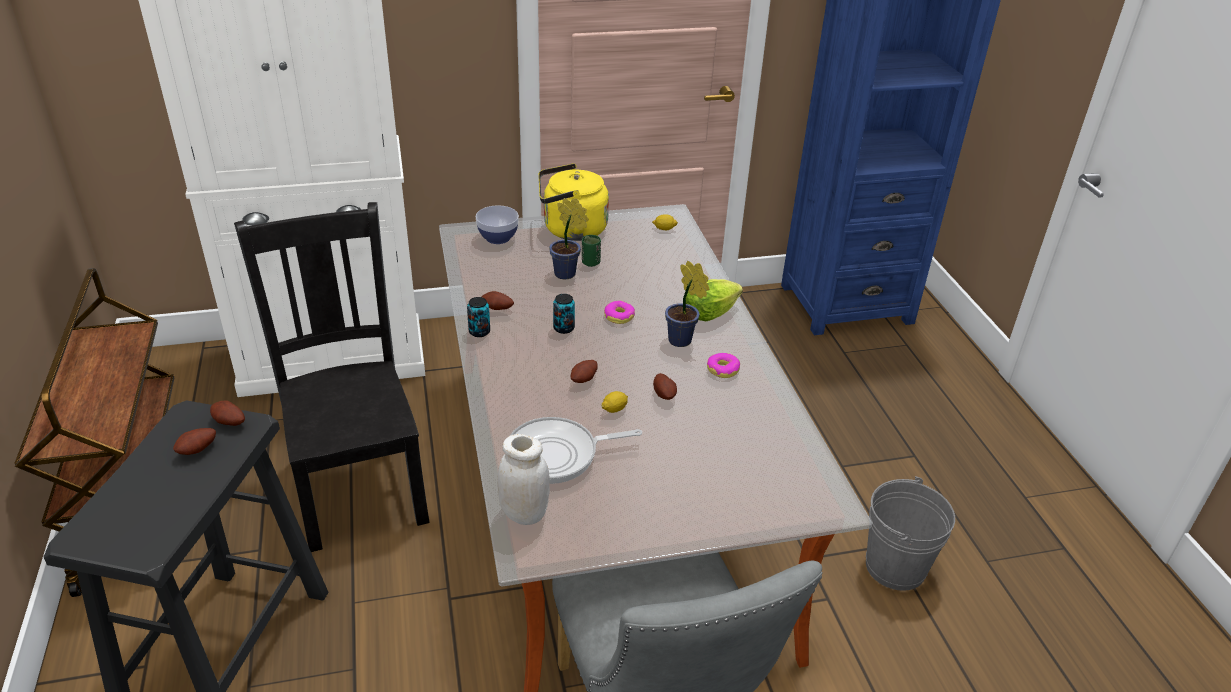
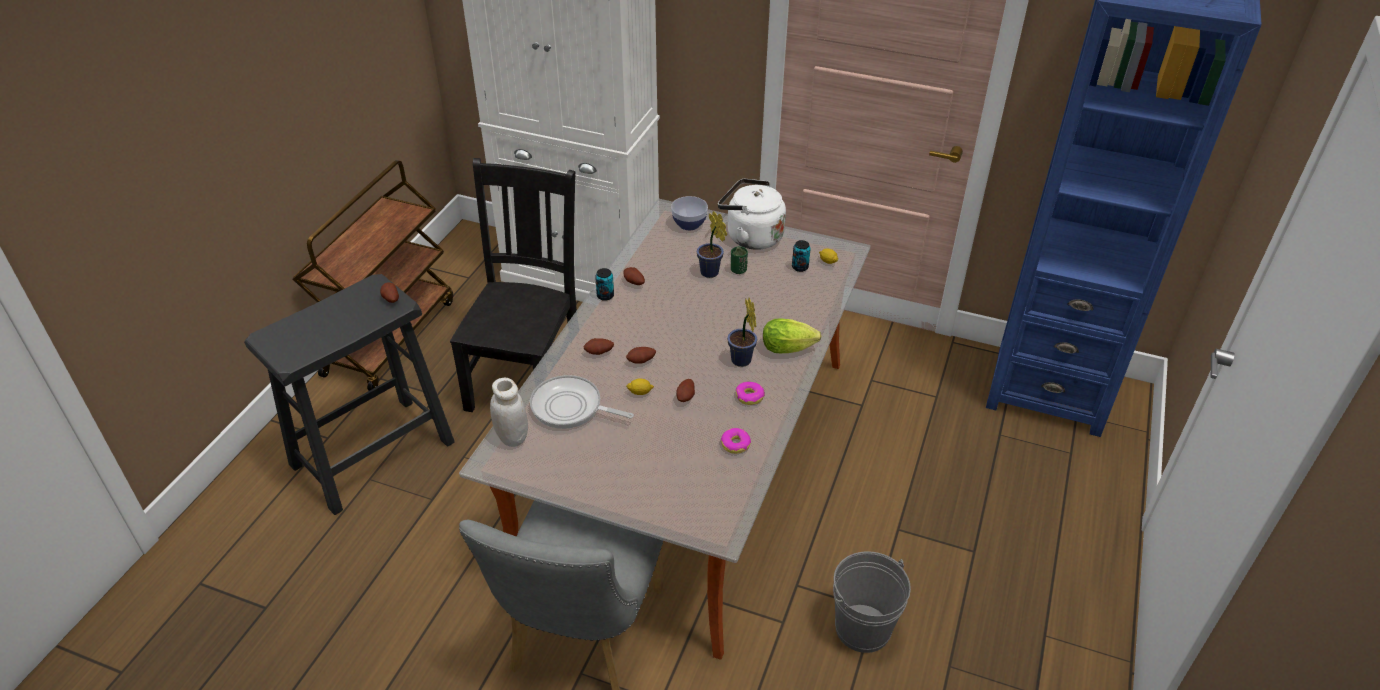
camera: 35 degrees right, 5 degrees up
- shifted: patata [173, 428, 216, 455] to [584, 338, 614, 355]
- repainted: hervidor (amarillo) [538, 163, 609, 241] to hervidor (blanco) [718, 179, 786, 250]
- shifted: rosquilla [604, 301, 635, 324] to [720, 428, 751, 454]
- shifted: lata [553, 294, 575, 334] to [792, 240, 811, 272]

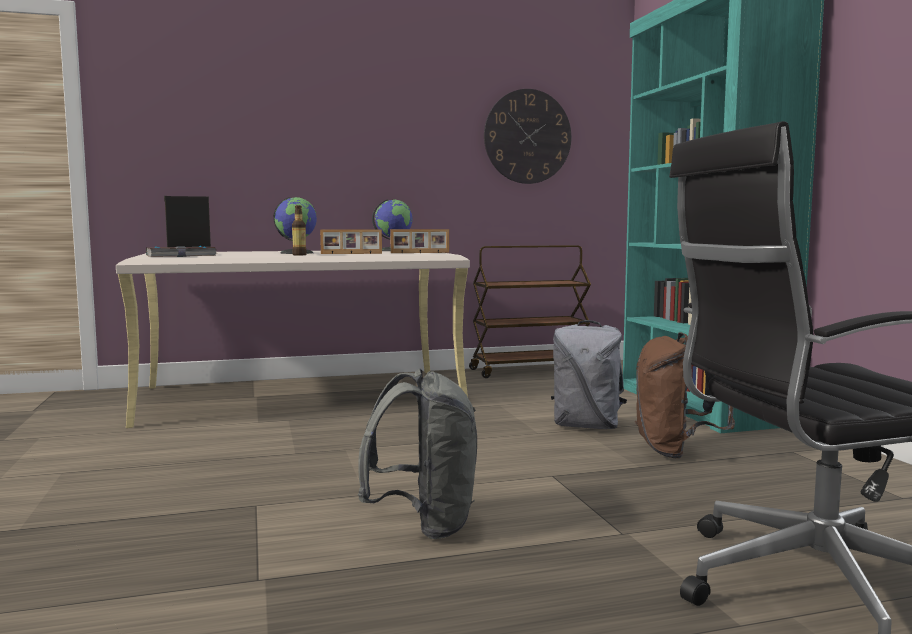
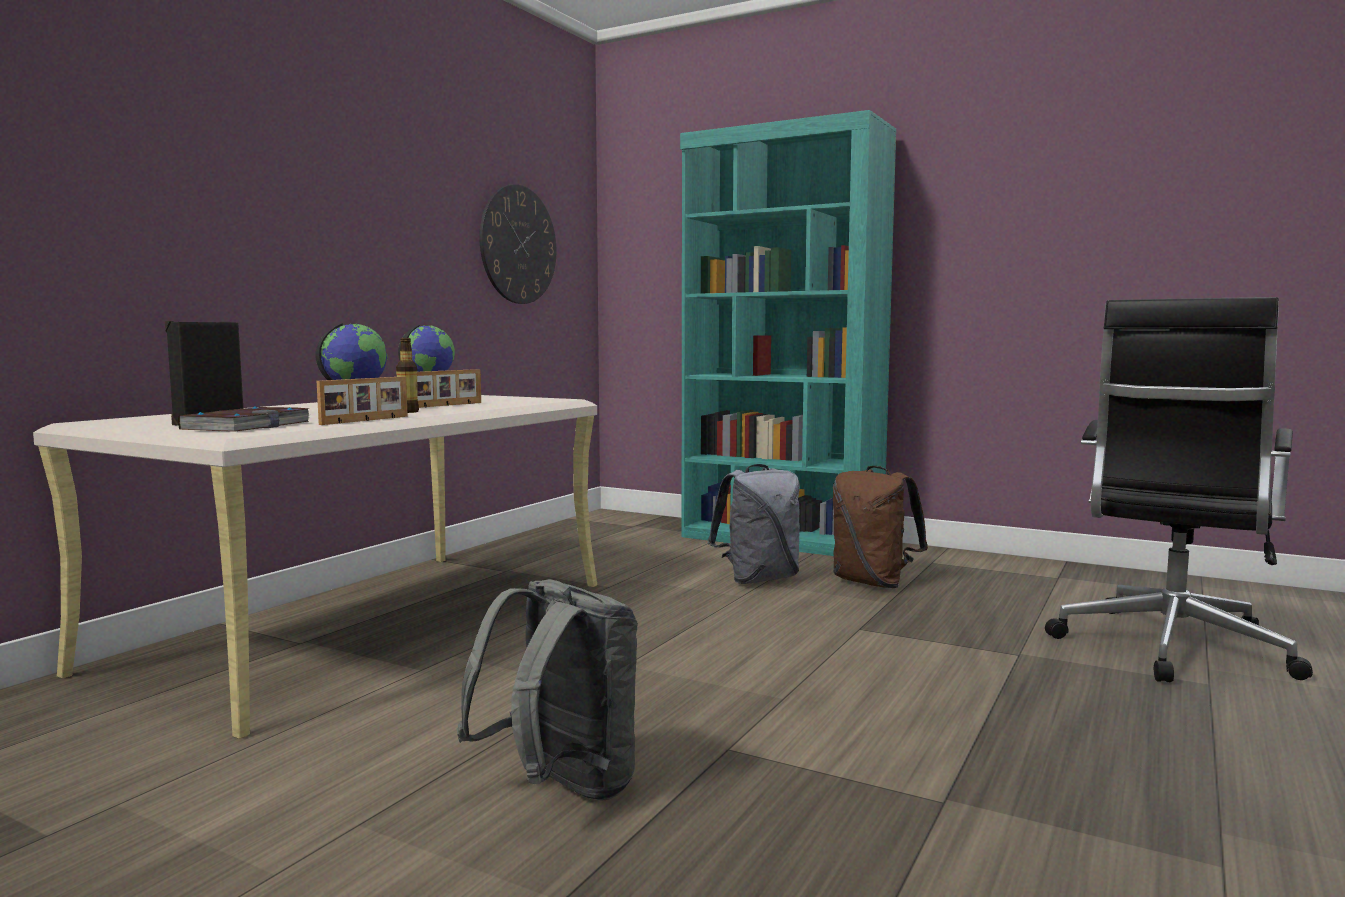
camera: 45 degrees left, 0 degrees up
- shifted: portarretratos [390, 229, 449, 253] to [317, 376, 408, 425]
- shifted: mochila (gris) [358, 368, 477, 539] to [457, 579, 638, 800]
- gone: carrito (marrón) [469, 245, 591, 378]

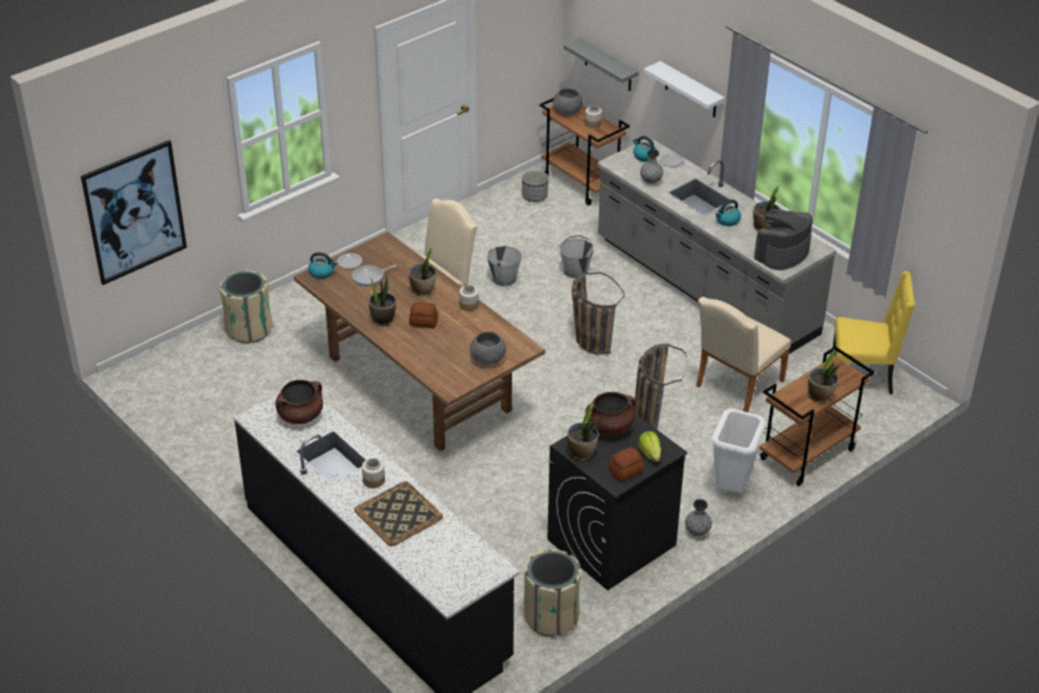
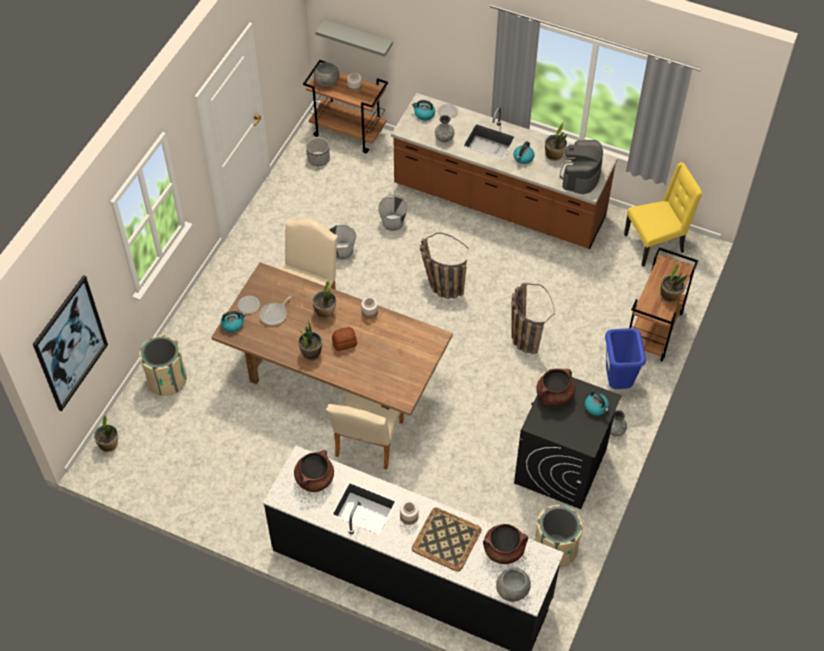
camera: 25 degrees left, 15 degrees up
- shifted: planta en maceta [567, 403, 599, 460] to [94, 413, 118, 452]
- shifted: silla (beis) [696, 297, 791, 412] to [327, 392, 404, 470]
- repainted: mueble bajo de cocina (gris) [597, 137, 837, 358] to mueble bajo de cocina (marrón) [391, 93, 618, 249]
- new: olla (marrón) [483, 524, 528, 564]
- shifted: cuenco (gris) [470, 332, 506, 365] to [496, 568, 531, 602]
- swapped: lechuga [638, 431, 661, 462] to hervidor [585, 391, 609, 416]
- repainted: papelera (blanco) [711, 409, 766, 492] to papelera (azul) [605, 328, 646, 389]
- gone: pan [609, 448, 644, 481]
- gone: estante (blanco) [644, 61, 725, 117]

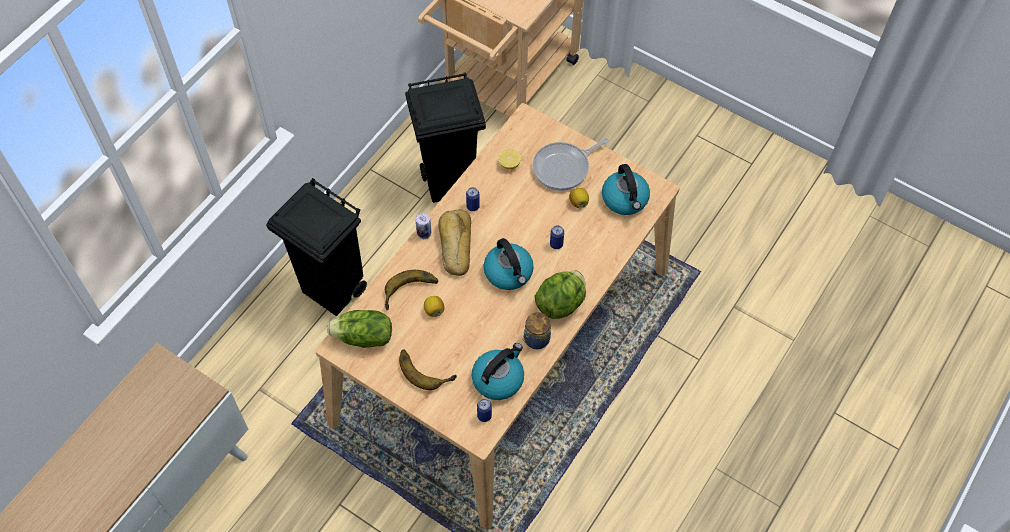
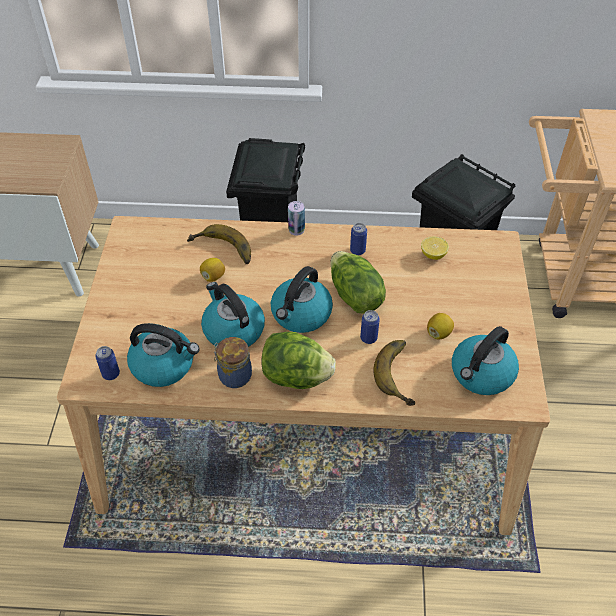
camera: 60 degrees right, 10 degrees down
- new: hervidor [201, 282, 265, 347]
- shifted: lechuga [327, 310, 392, 348] to [330, 251, 386, 314]
- shifted: plátano [399, 350, 457, 390] to [373, 340, 415, 406]
- gone: pan [439, 210, 471, 276]
- gone: sartén [532, 138, 609, 191]

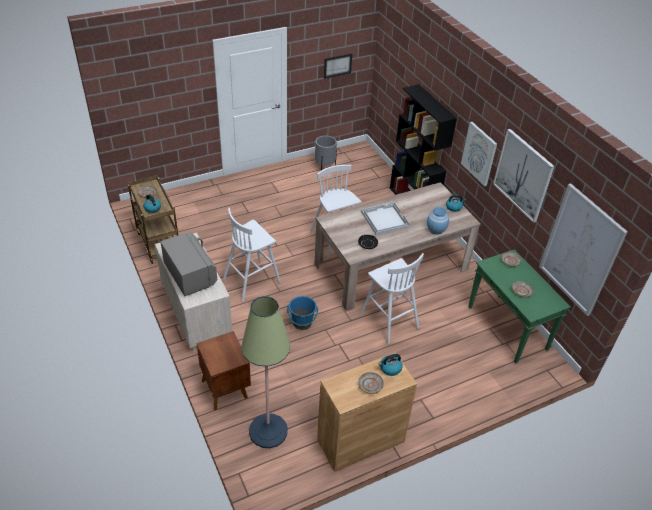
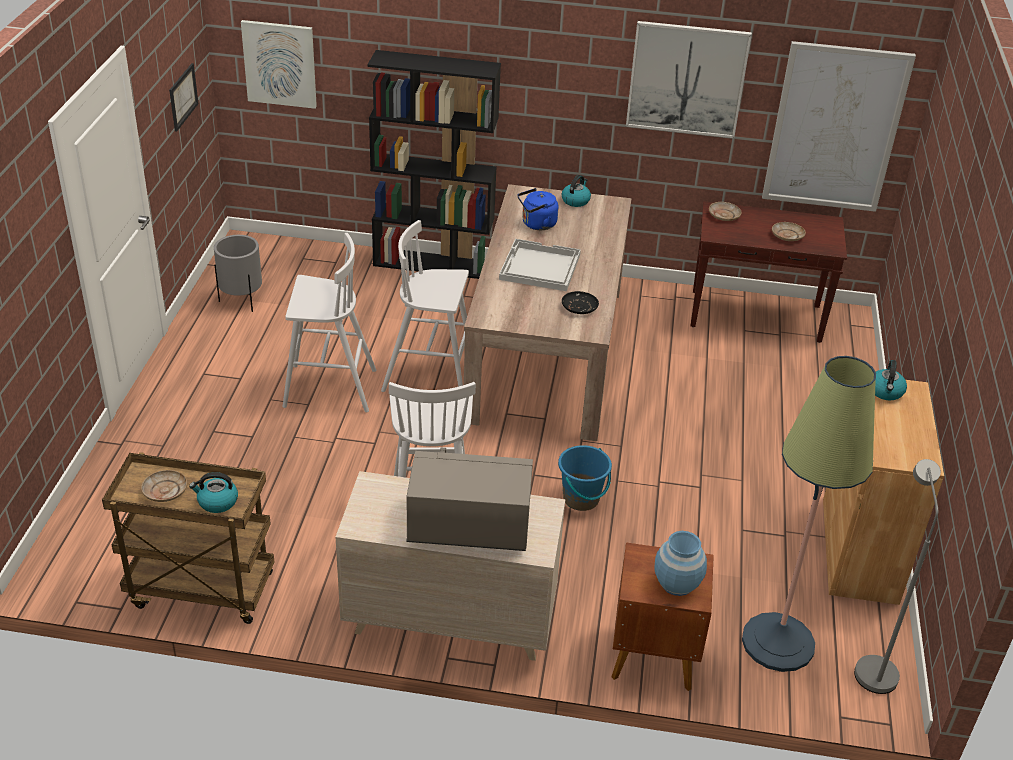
camera: 55 degrees left, 5 degrees down
- shifted: cuadro [461, 122, 497, 186] to [241, 20, 317, 109]
- shifted: taburete (blanco) [361, 253, 424, 344] to [283, 233, 376, 412]
- new: hervidor (azul) [518, 188, 559, 230]
- shifted: florero (azul) [427, 206, 449, 235] to [655, 531, 707, 596]
- repainted: mesa consola (verde) [468, 249, 571, 363] to mesa consola (marrón) [691, 201, 847, 343]
- new: lámpara de pie (gris) [854, 459, 941, 694]
- gone: plato (beis) [358, 372, 384, 394]

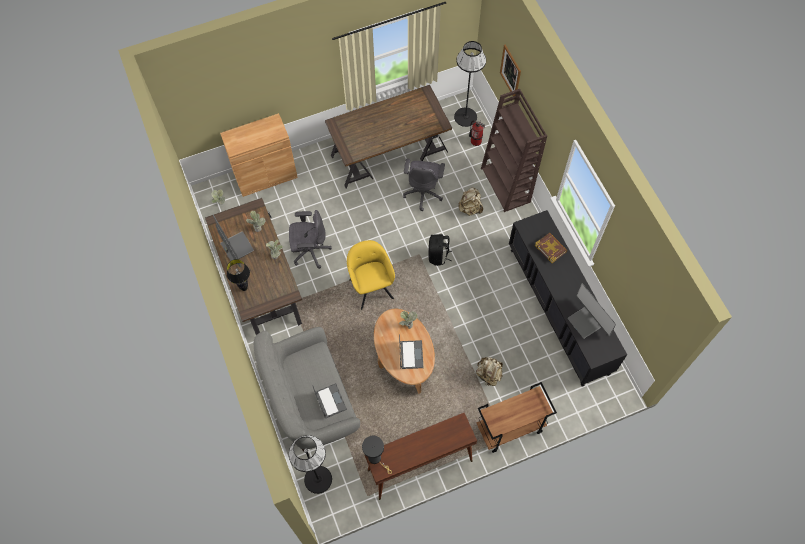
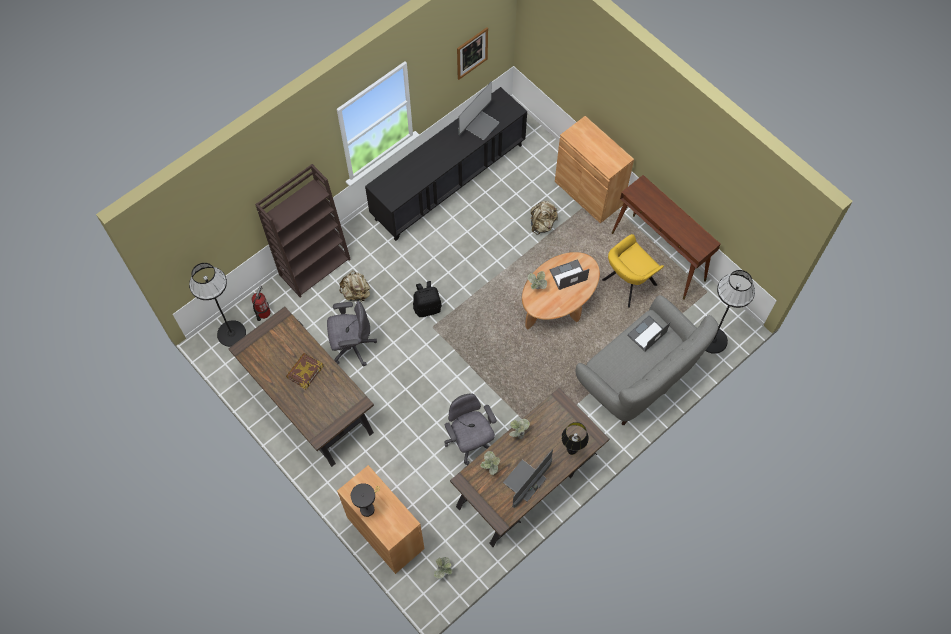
camera: 110 degrees left, 0 degrees up
- shifted: libro [535, 233, 567, 263] to [286, 353, 323, 389]
- shifted: lámpara de mesa (negro) [362, 436, 392, 474] to [351, 483, 380, 517]
- shifted: cuadro [500, 45, 521, 96] to [457, 27, 488, 80]
- swapped: carrito (marrón) [477, 382, 557, 453] to armario (marrón) [555, 116, 634, 223]
- shifted: sillón (amarillo) [347, 240, 395, 310] to [602, 234, 664, 308]

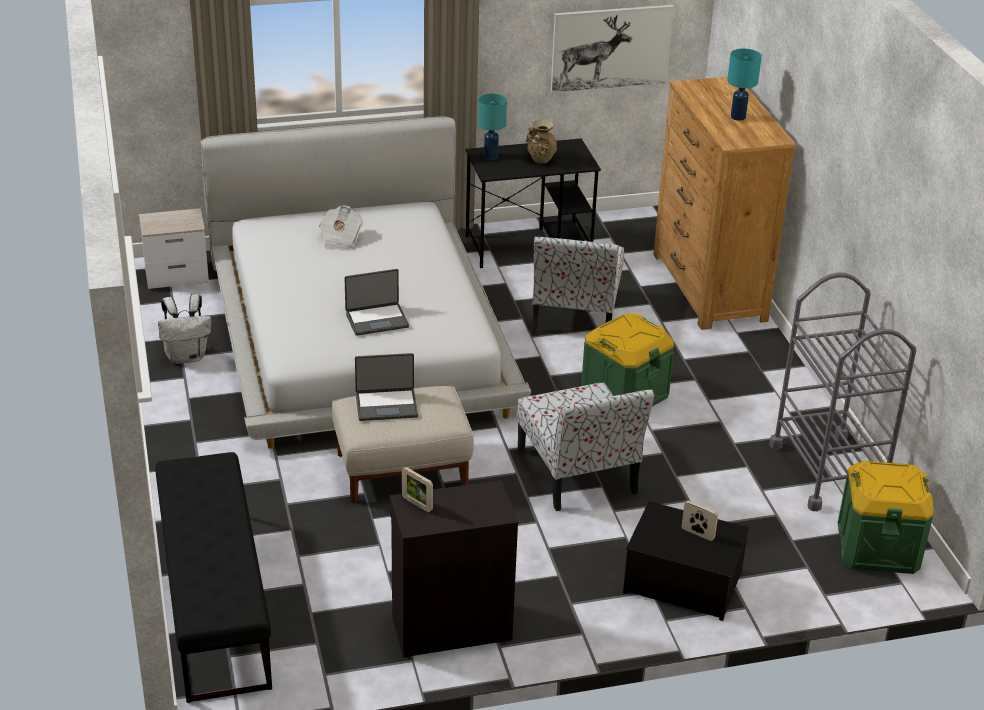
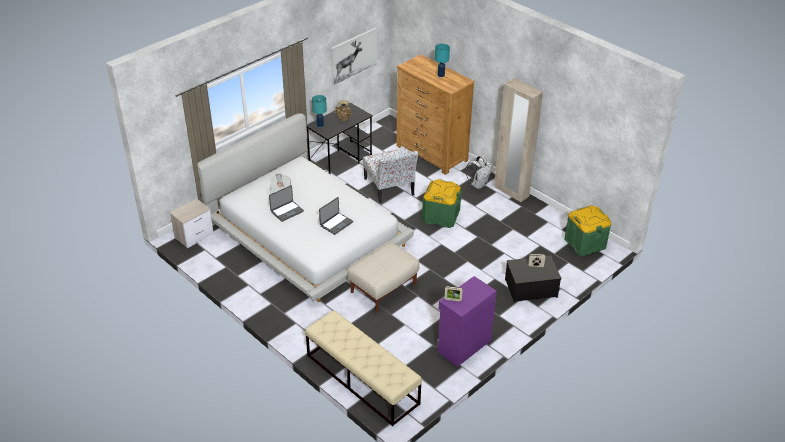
camera: 30 degrees left, 5 degrees up
- shifted: portátil [355, 353, 418, 421] to [269, 185, 304, 222]
- repainted: banco (negro) [155, 452, 272, 703] to banco (beis) [305, 310, 422, 426]
- repainted: armario (negro) [390, 480, 518, 657] to armario (morado) [437, 276, 497, 367]
- shifted: mochila (blanco) [158, 294, 212, 364] to [466, 156, 493, 189]
- new: armario ropero (beis) [494, 78, 543, 202]
- gone: silla [517, 383, 654, 511]
- gone: carrito (gris) [769, 272, 916, 511]

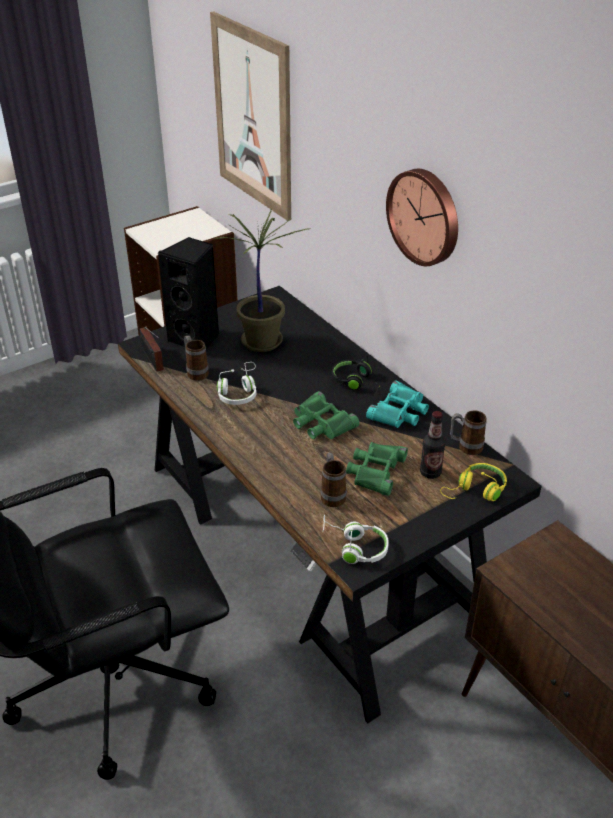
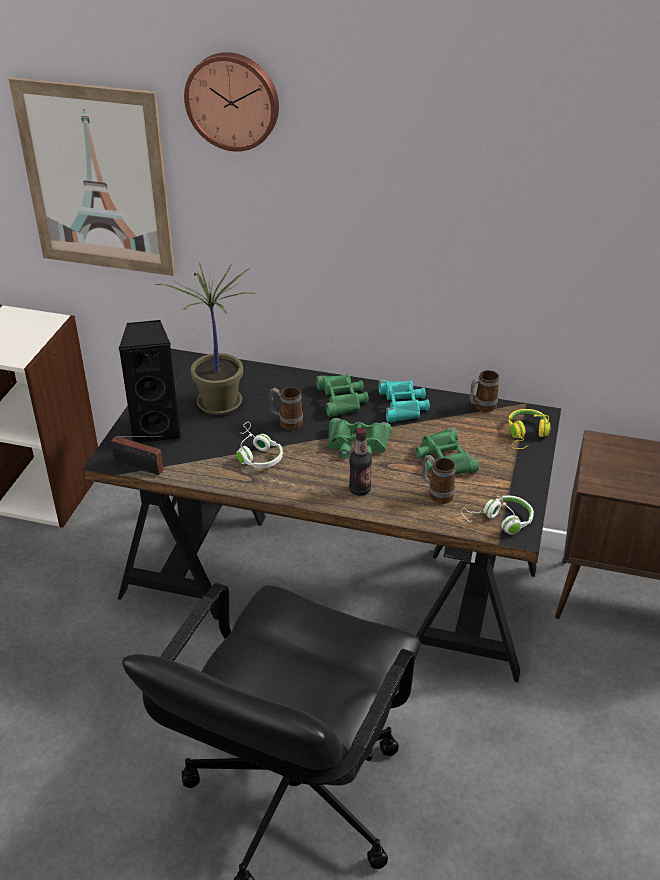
camera: 40 degrees left, 0 degrees up
- shifted: reloj de pared [386, 169, 458, 266] to [184, 52, 279, 152]
- shifted: taza grande [184, 336, 209, 381] to [269, 387, 303, 430]
- swapped: auriculares (negro) [332, 356, 379, 396] to prismáticos (verde) [316, 374, 369, 417]
- shifted: botella [420, 411, 446, 479] to [349, 428, 372, 496]

